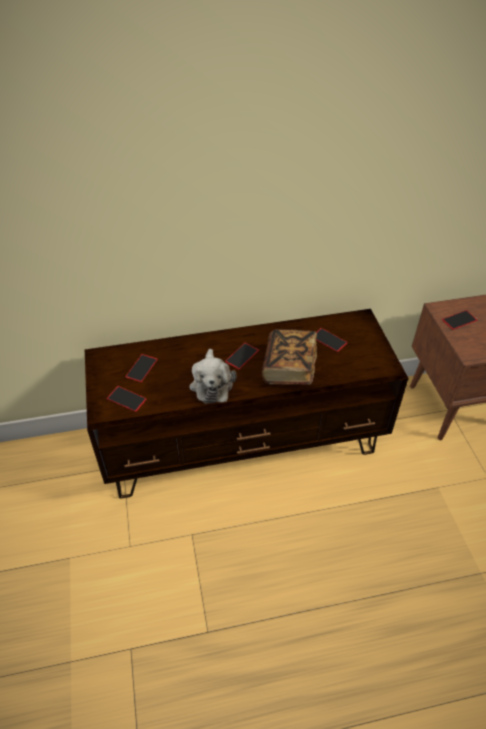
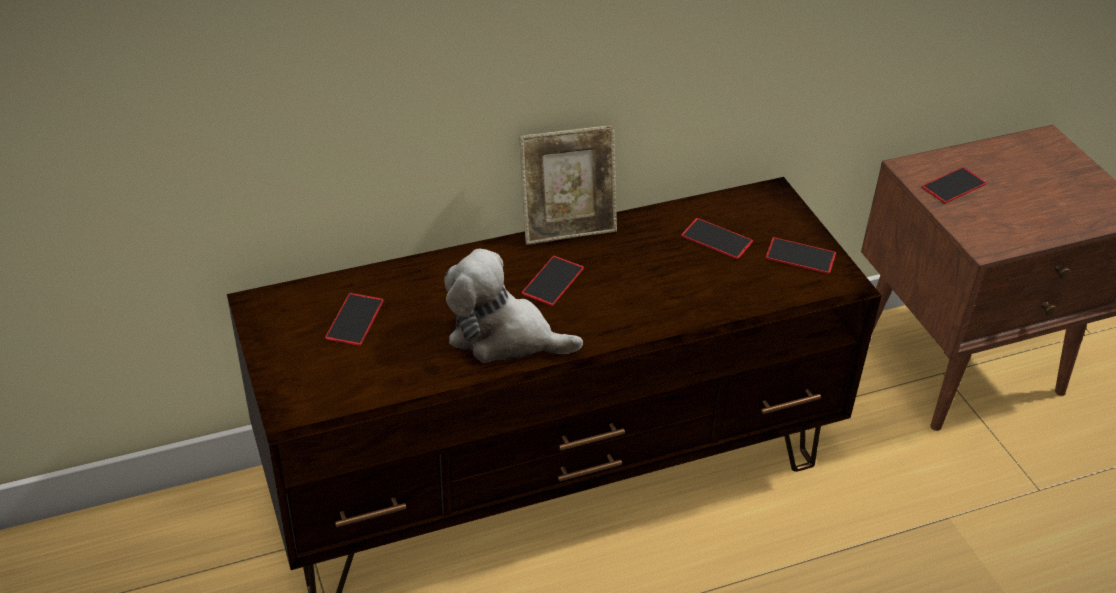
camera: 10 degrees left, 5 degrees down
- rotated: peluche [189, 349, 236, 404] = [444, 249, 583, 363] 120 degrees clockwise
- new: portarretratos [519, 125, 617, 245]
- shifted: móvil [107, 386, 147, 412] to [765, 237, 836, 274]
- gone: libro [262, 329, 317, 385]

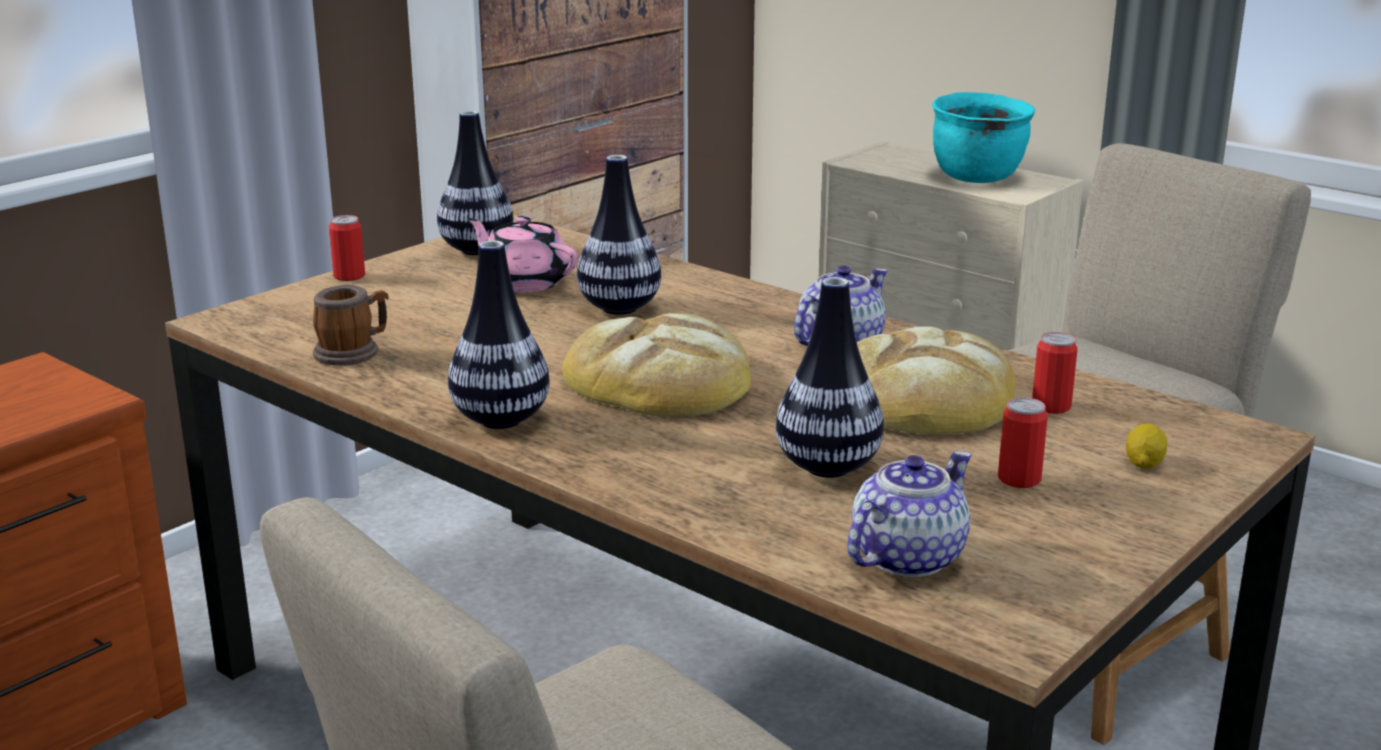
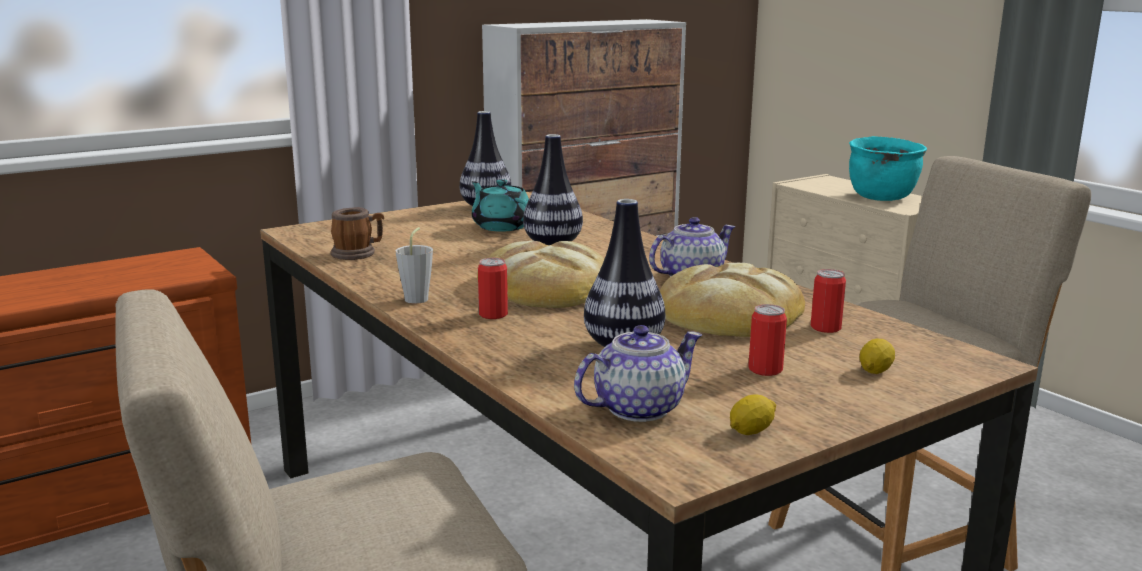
camera: 15 degrees right, 5 degrees down
- swapped: florero [448, 240, 550, 429] to taza (gris) [395, 227, 433, 304]
- repainted: tetera (rosa) [467, 216, 578, 292] to tetera (turquesa) [472, 179, 529, 232]
- shifted: lata [329, 215, 365, 281] to [478, 258, 508, 319]
- new: limón [730, 394, 776, 435]

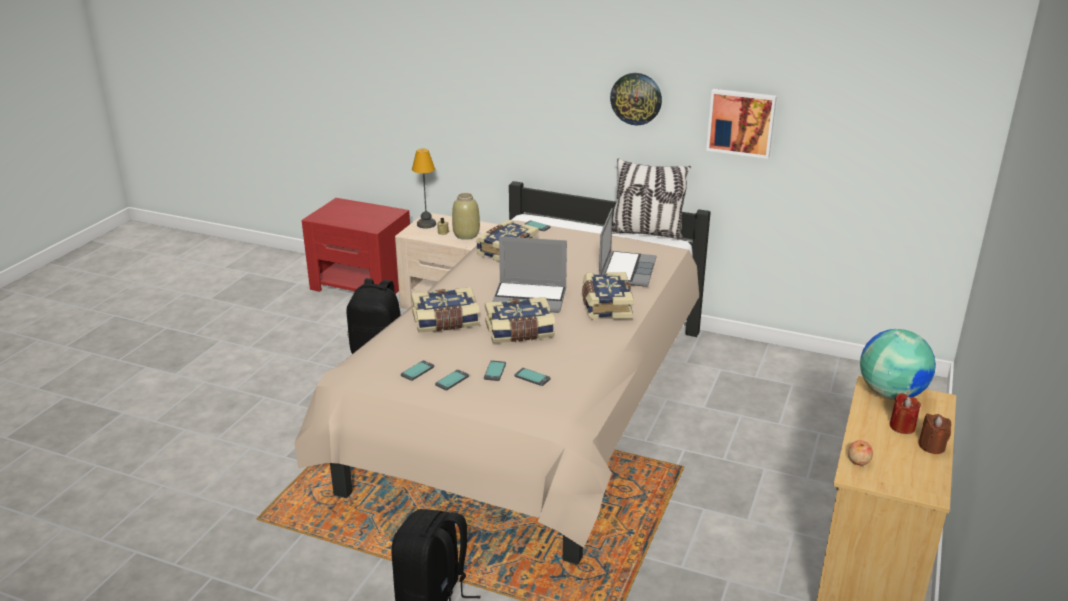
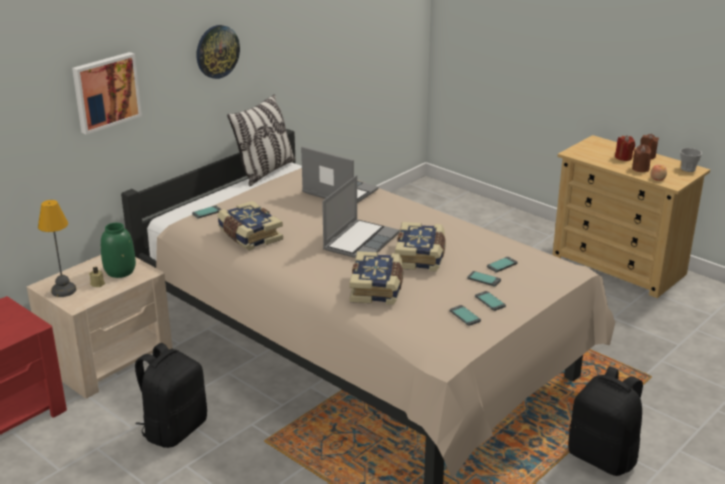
camera: 70 degrees left, 0 degrees up
- shifted: cuadro [706, 89, 777, 159] to [72, 52, 142, 135]
- repainted: florero (beis) [452, 193, 480, 240] to florero (verde) [101, 223, 136, 278]
- new: vela (marrón) [632, 145, 652, 172]
- new: taza [680, 148, 702, 172]
- gone: libro [582, 272, 634, 320]
- gone: globo terráqueo [860, 329, 936, 400]

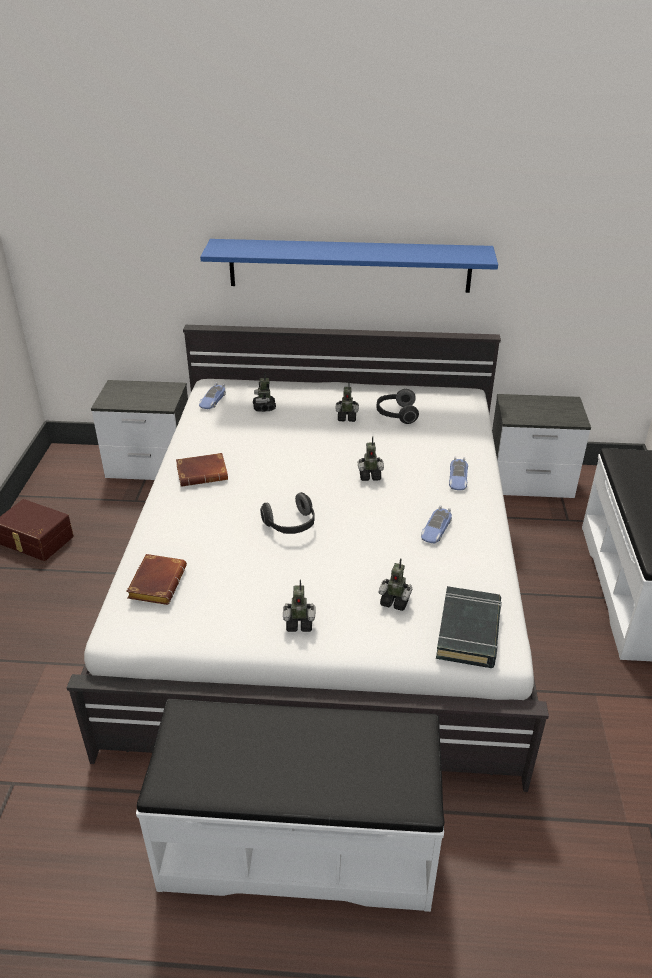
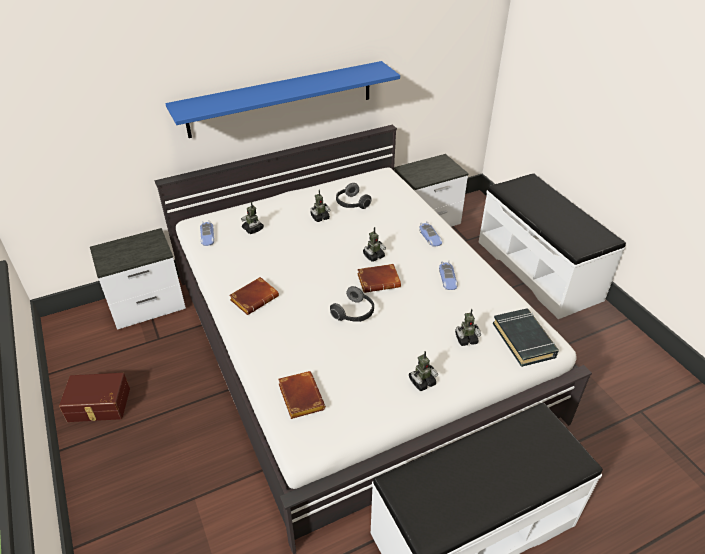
camera: 30 degrees left, 5 degrees up
- new: libro (marrón) [357, 264, 401, 293]

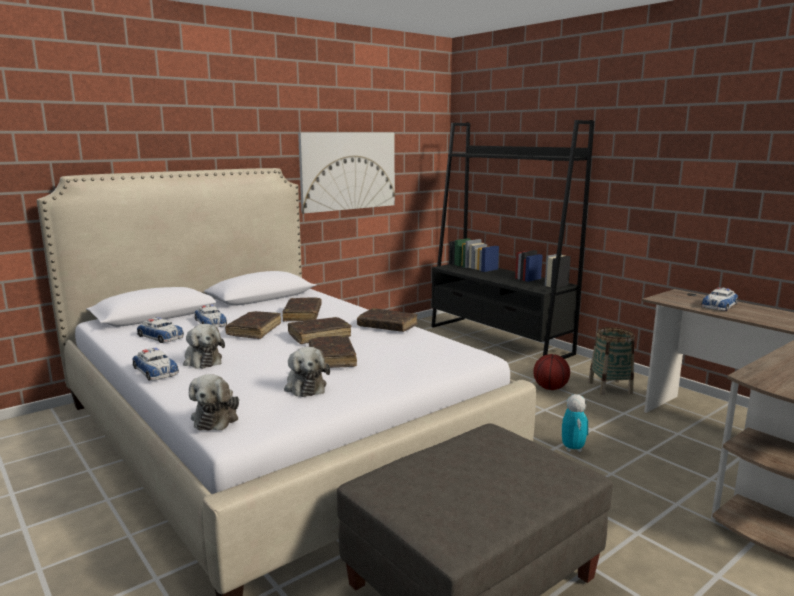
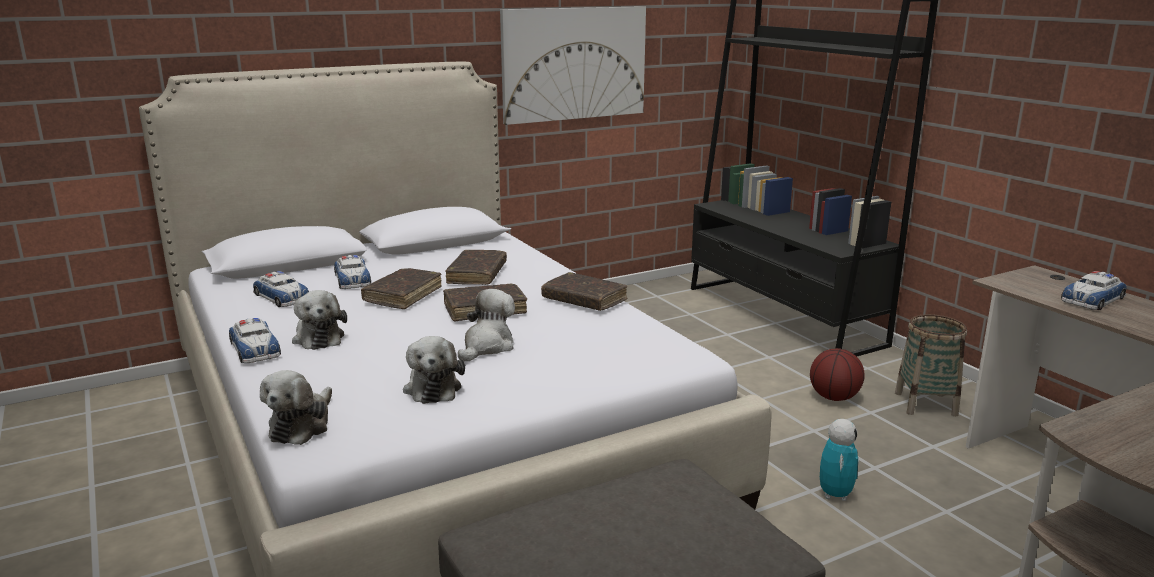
camera: 10 degrees right, 5 degrees up
- swapped: libro (marrón) [309, 335, 357, 368] to peluche [458, 289, 515, 361]

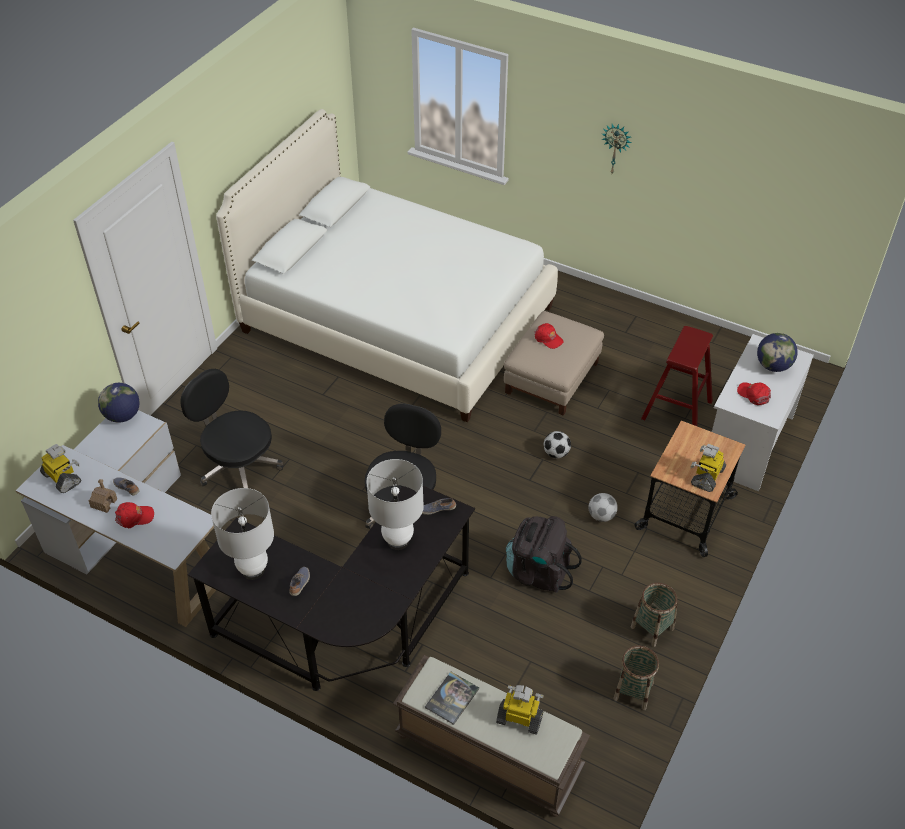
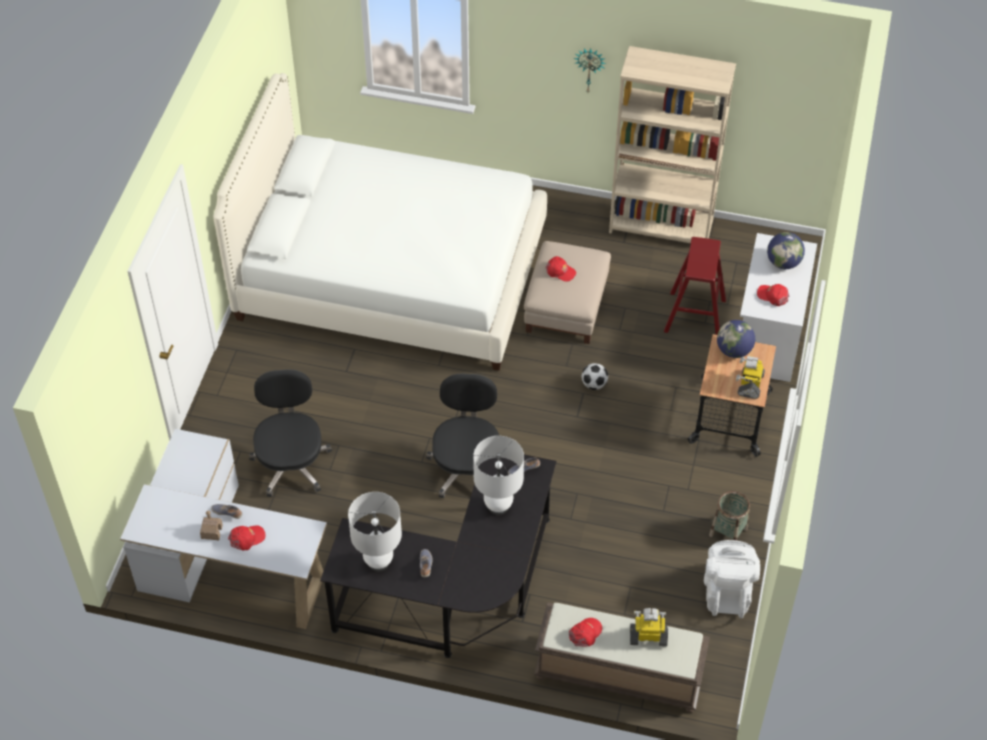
camera: 15 degrees left, 5 degrees up
- rotated: silla de oficina (negro) [180, 369, 284, 488] = [249, 369, 332, 497] 60 degrees clockwise
- swapped: libro [425, 671, 479, 725] to gorra (rojo) [569, 618, 602, 646]
- new: estantería (beis) [609, 46, 736, 243]
- swapped: cesta [614, 646, 659, 710] to mochila (blanco) [704, 540, 760, 618]
- shifted: globo terráqueo [98, 383, 140, 423] to [717, 320, 755, 358]
- gone: robot de juguete [40, 444, 81, 493]
- gone: mochila (negro) [506, 516, 582, 593]
- gone: balón de fútbol [589, 493, 618, 522]

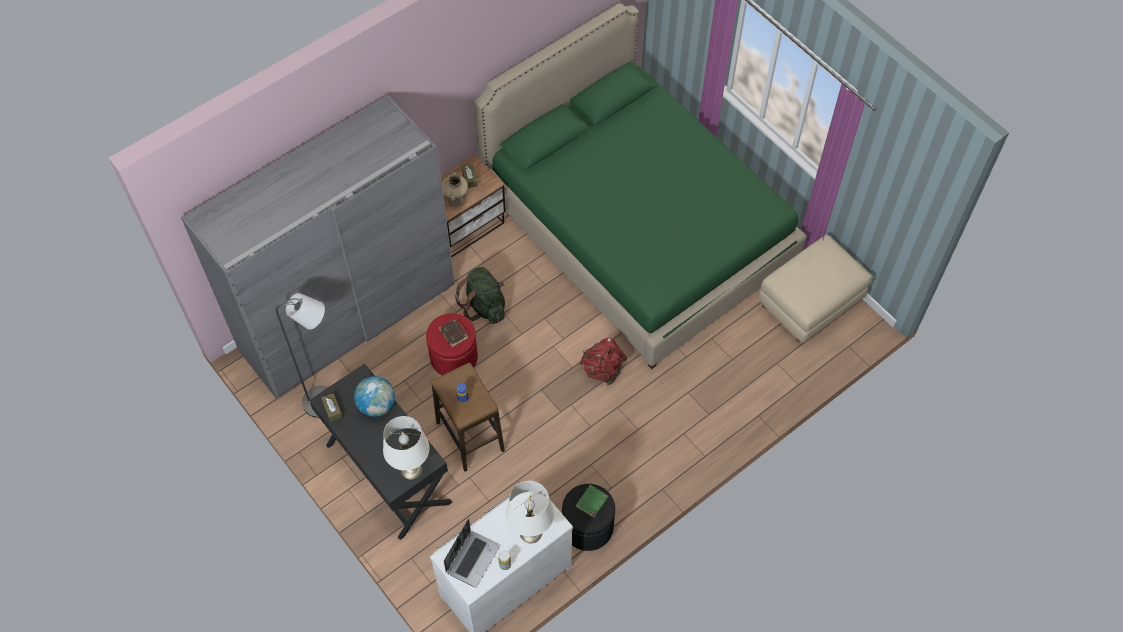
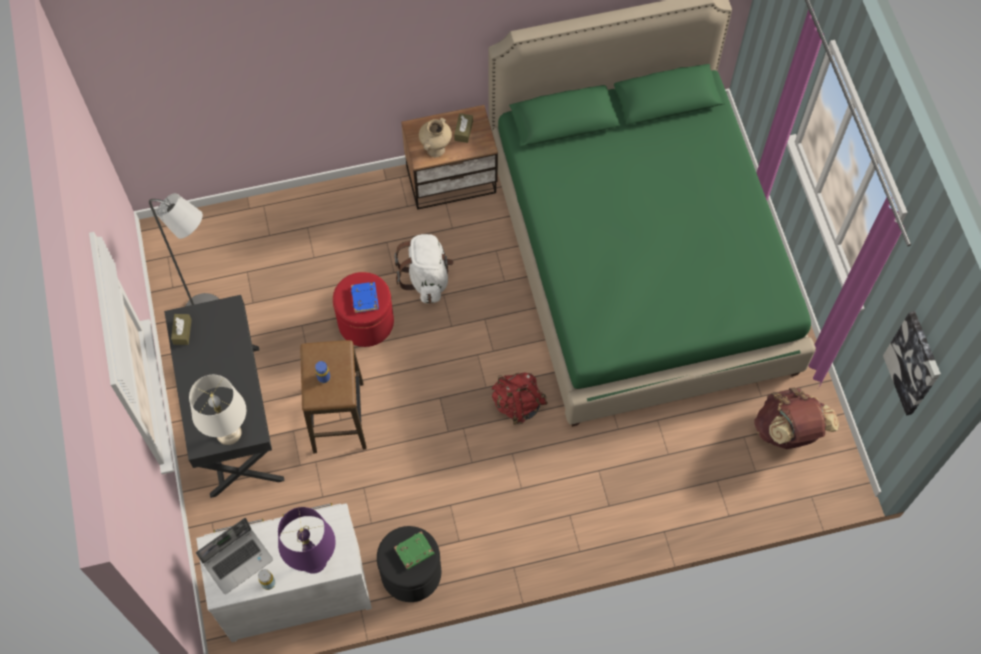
camera: 25 degrees right, 5 degrees up
- repainted: lámpara de mesa (blanco) [506, 481, 554, 543] to lámpara de mesa (morado) [278, 507, 336, 574]
- repainted: libro (marrón) [439, 318, 469, 347] to libro (azul) [351, 282, 379, 313]
- repainted: mochila (verde) [455, 267, 505, 324] to mochila (blanco) [394, 234, 454, 304]
- swapped: puf (beis) [759, 235, 872, 343] to mochila (marrón) [755, 388, 839, 449]
- new: cuadro [883, 311, 941, 416]
- gone: armario ropero (gris) [181, 95, 455, 399]
- gone: globo terráqueo [354, 376, 395, 417]

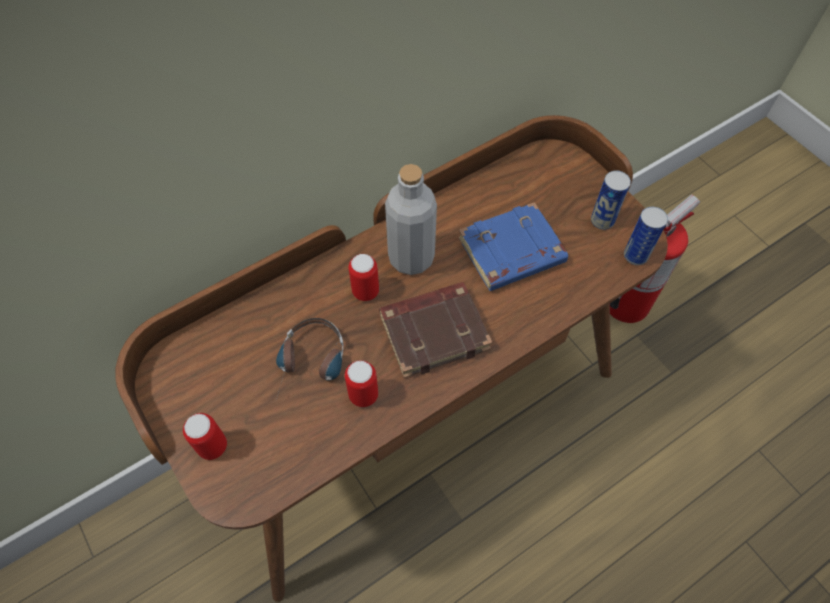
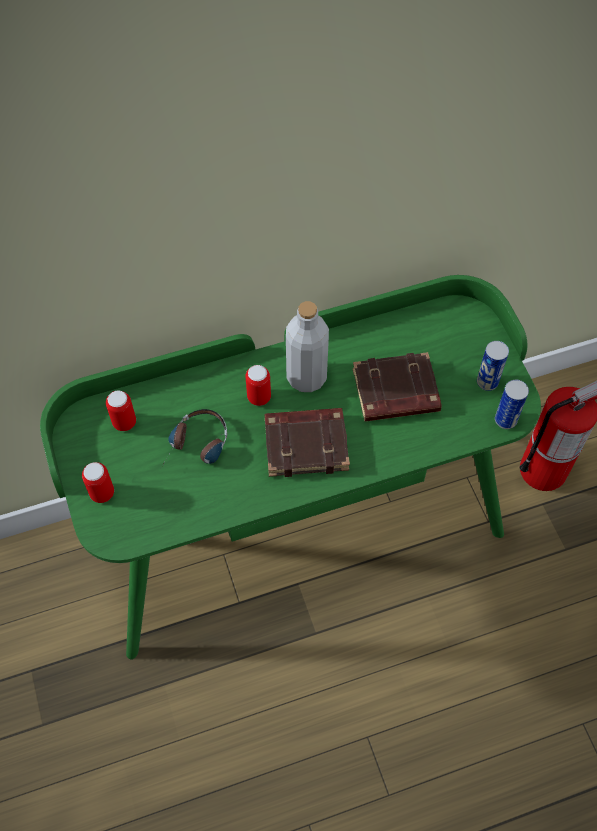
camera: 15 degrees right, 0 degrees up
- repainted: escritorio (marrón) [115, 115, 668, 602] to escritorio (verde) [40, 275, 541, 660]
- shifted: lata [345, 360, 378, 407] to [106, 390, 136, 431]
- repainted: libro (azul) [458, 202, 568, 291] to libro (marrón) [353, 352, 442, 421]

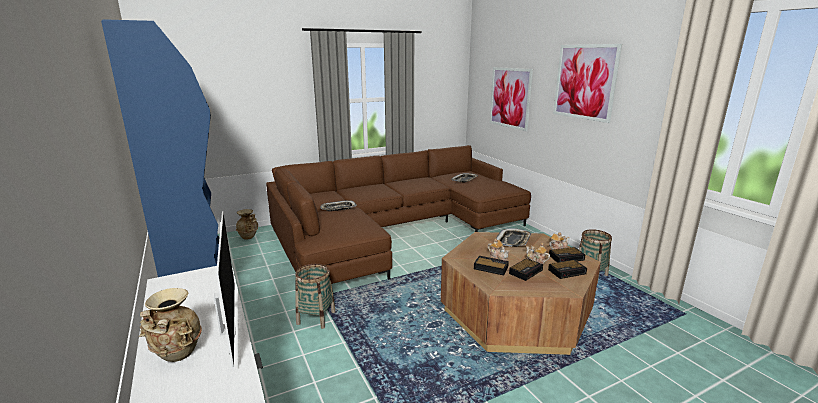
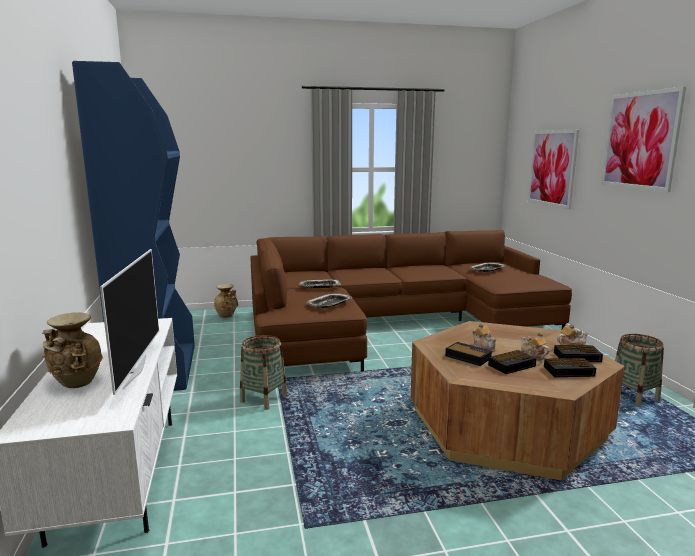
camera: 15 degrees right, 5 degrees down
- shifted: bandeja [496, 228, 531, 247] to [306, 293, 352, 308]

